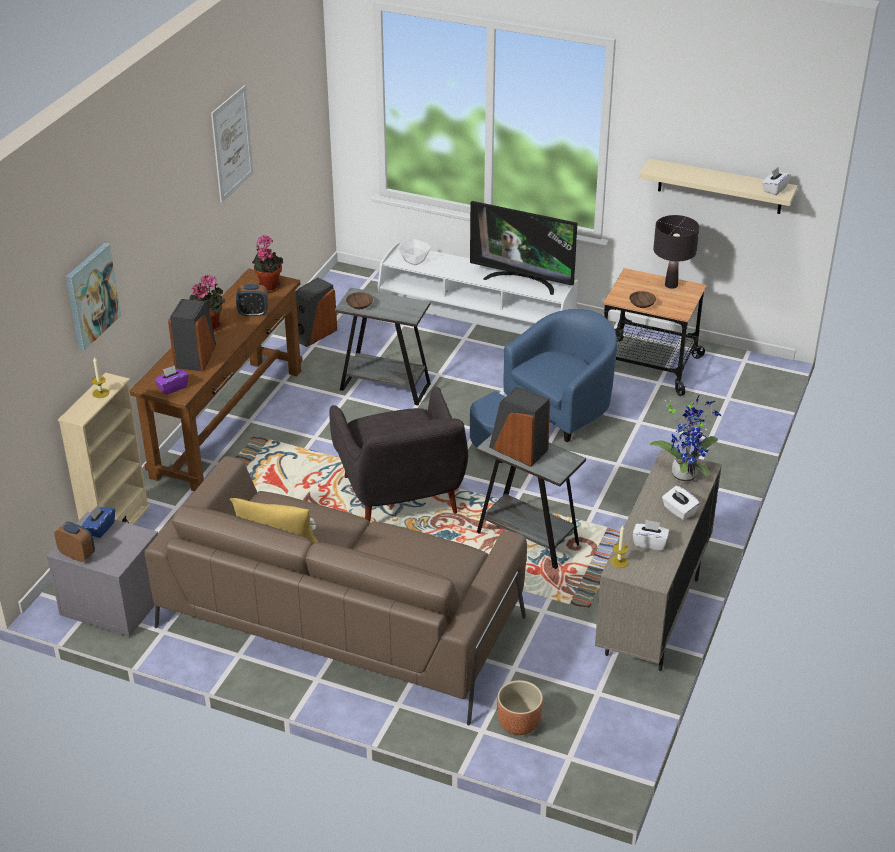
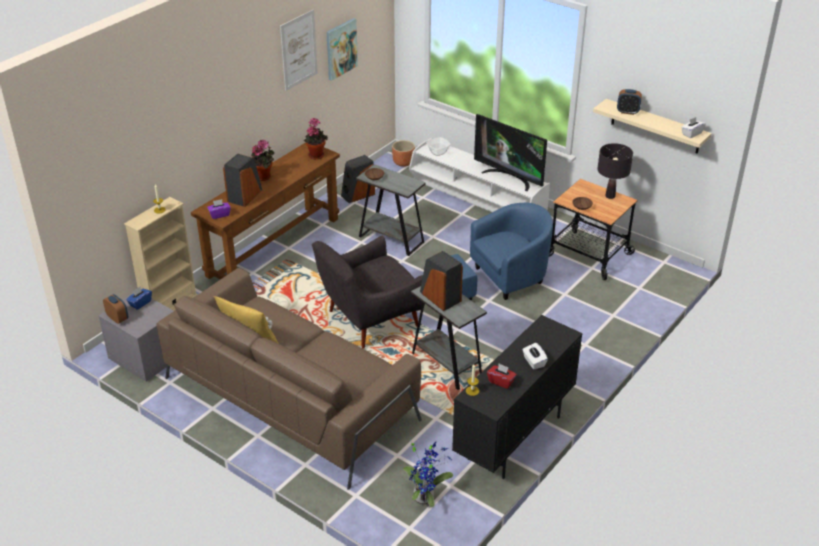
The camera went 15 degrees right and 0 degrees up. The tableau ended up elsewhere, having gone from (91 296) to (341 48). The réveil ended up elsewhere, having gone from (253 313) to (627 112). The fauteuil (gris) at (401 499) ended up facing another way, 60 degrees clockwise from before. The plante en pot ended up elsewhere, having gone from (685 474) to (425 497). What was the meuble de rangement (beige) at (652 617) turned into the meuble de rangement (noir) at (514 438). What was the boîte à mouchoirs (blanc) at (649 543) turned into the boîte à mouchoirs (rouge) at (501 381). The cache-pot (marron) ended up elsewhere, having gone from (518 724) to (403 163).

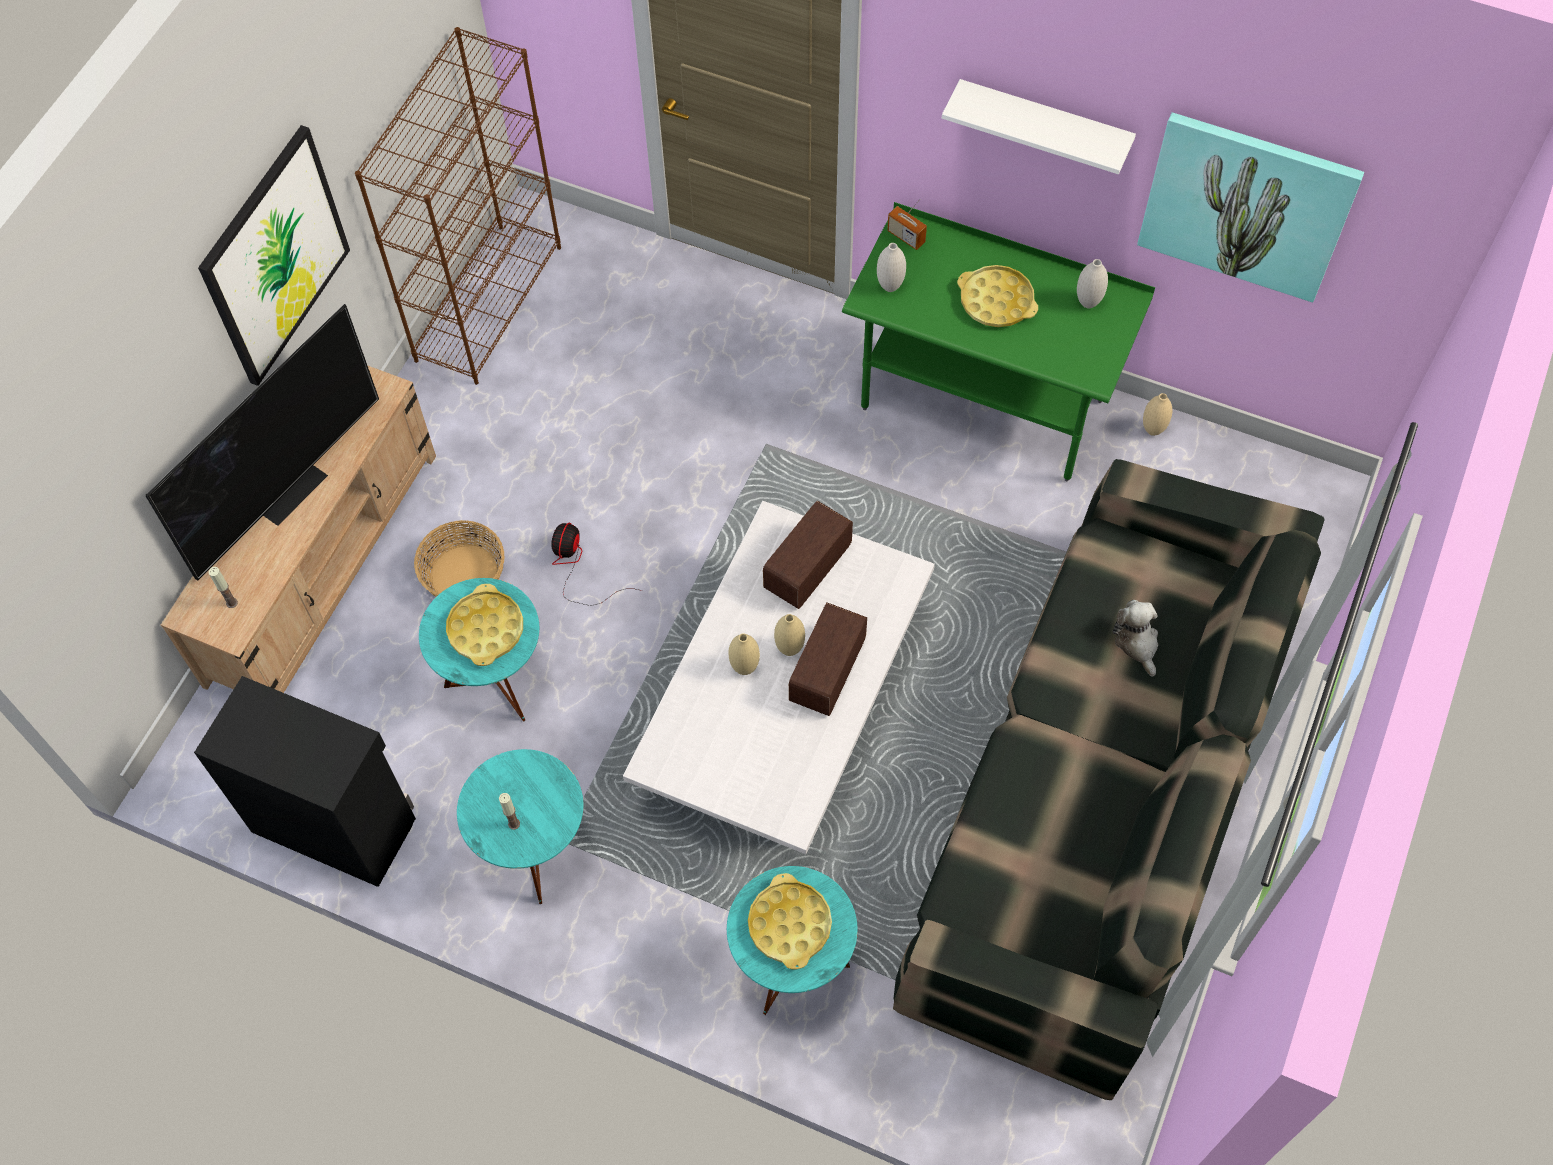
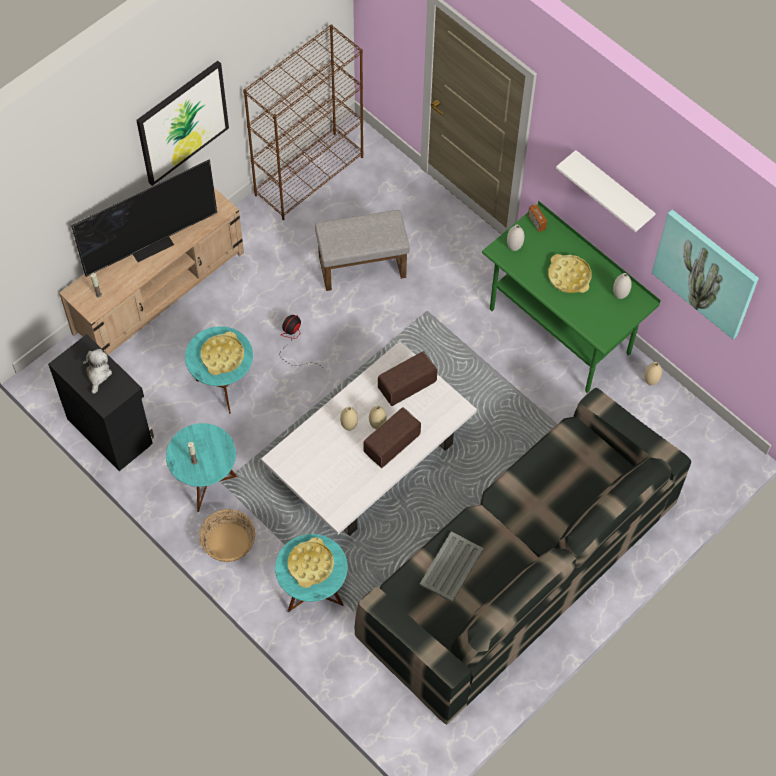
The camera went 20 degrees right and 0 degrees up. The panier ended up elsewhere, having gone from (464 574) to (228 542). The peluche ended up elsewhere, having gone from (1137 642) to (98 374). The second view gained the pouf (gris) at (363 266). The second view gained the plateau (gris) at (451 567).

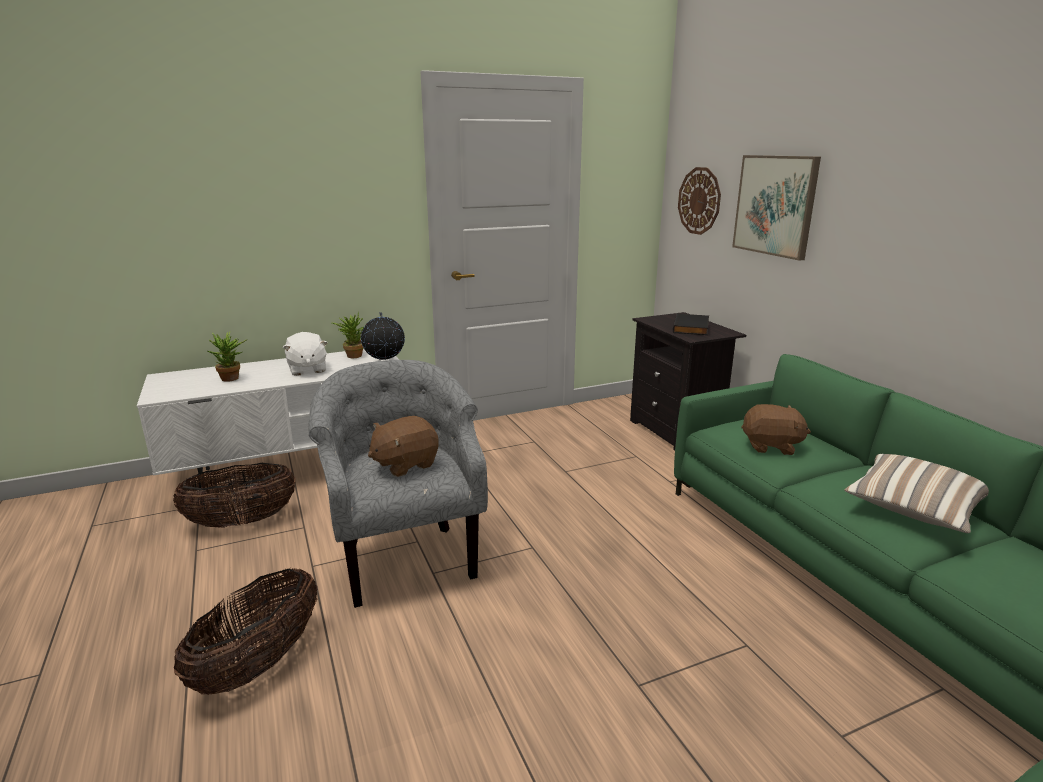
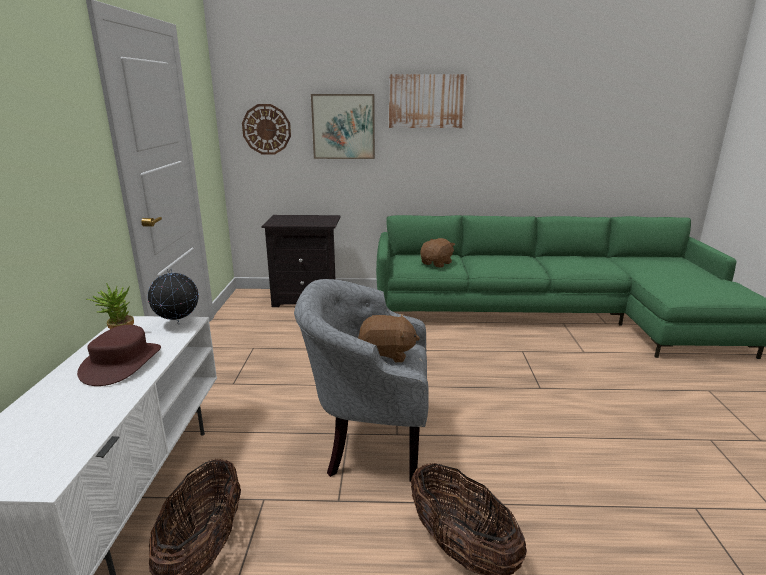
The camera went 65 degrees left and 0 degrees up. The second view lost the livre (noir) at (692 328). The second view lost the plante en pot at (232 379). Where the peluche (blanc) stood at (307 369), the chapeau (marron) came to stand at (121 363). The peluche (marron) at (405 464) ended up facing another way, 75 degrees counterclockwise from before. The second view lost the coussin at (913 510). The second view gained the tableau at (426 101).

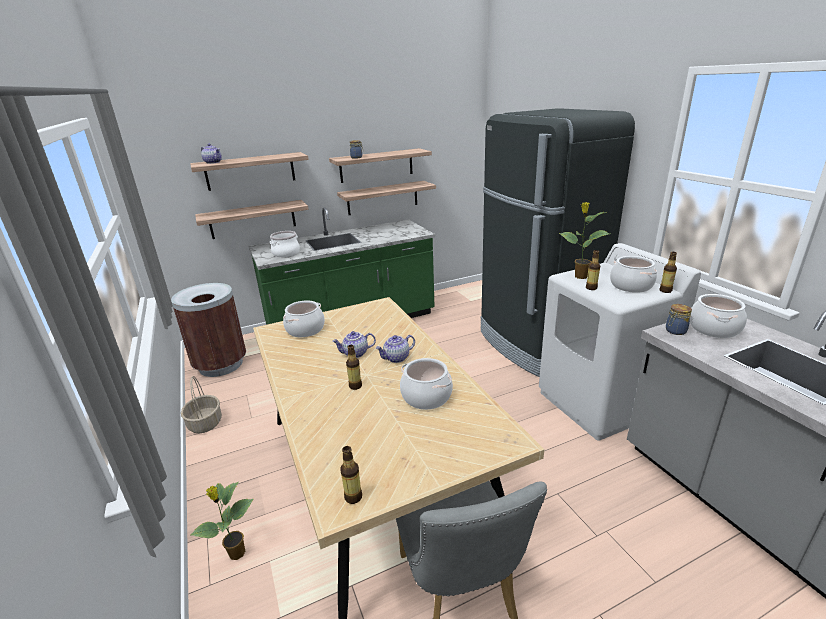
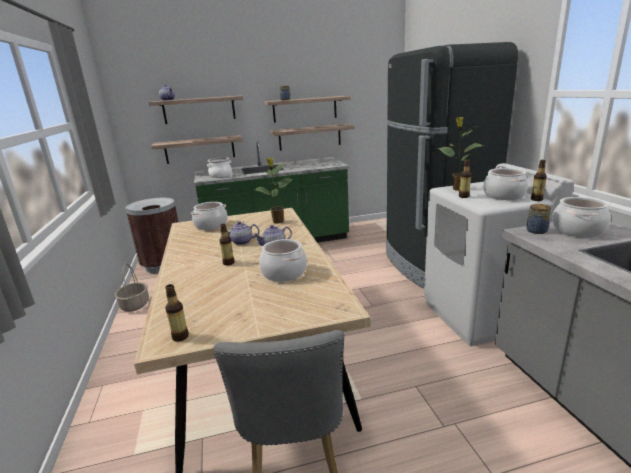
The camera went 10 degrees right and 5 degrees down. The plante en pot ended up elsewhere, having gone from (236 554) to (277 222).

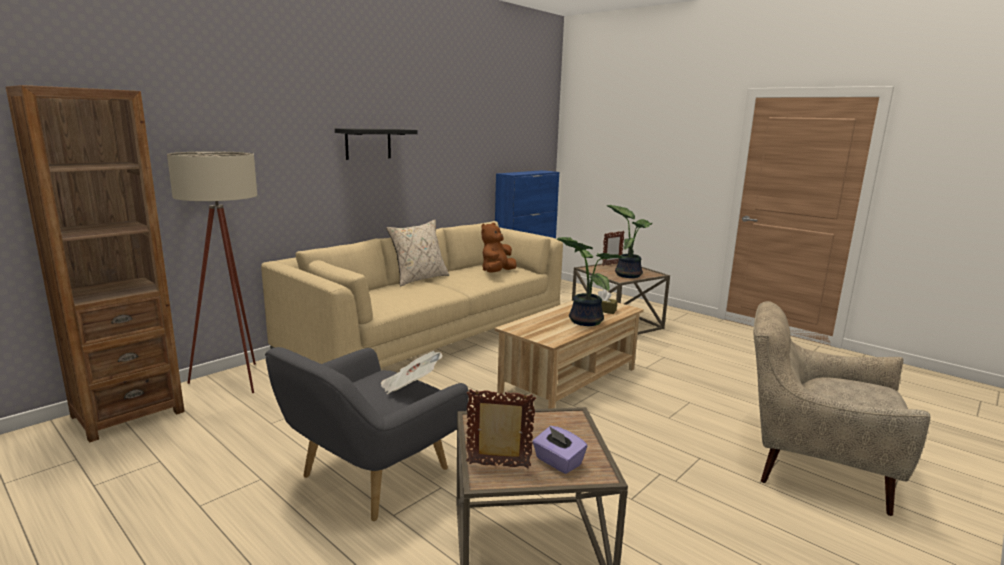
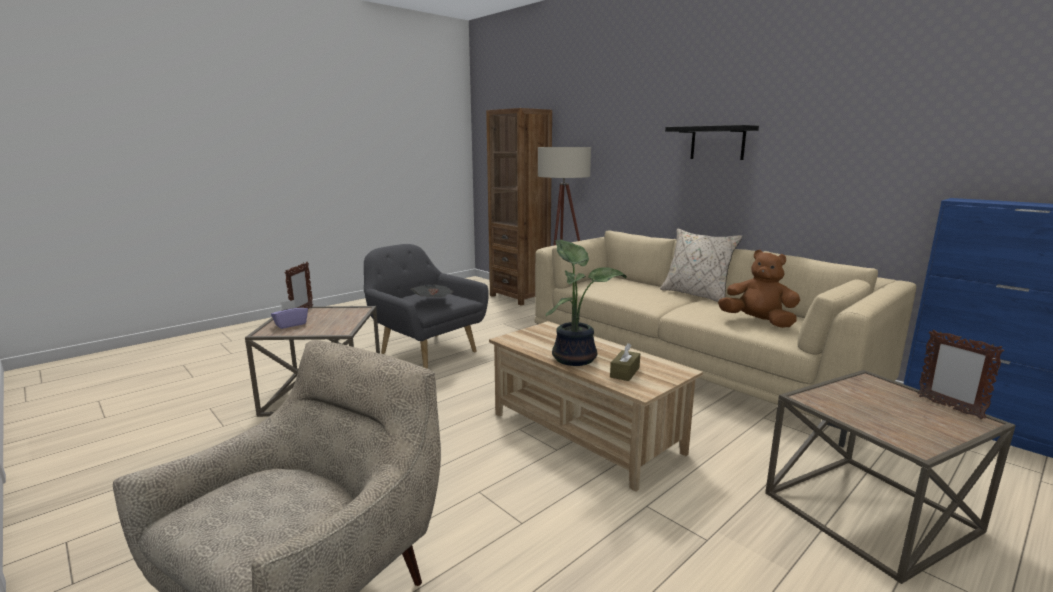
The camera went 95 degrees right and 0 degrees up. The second view lost the plante en pot at (627 274).

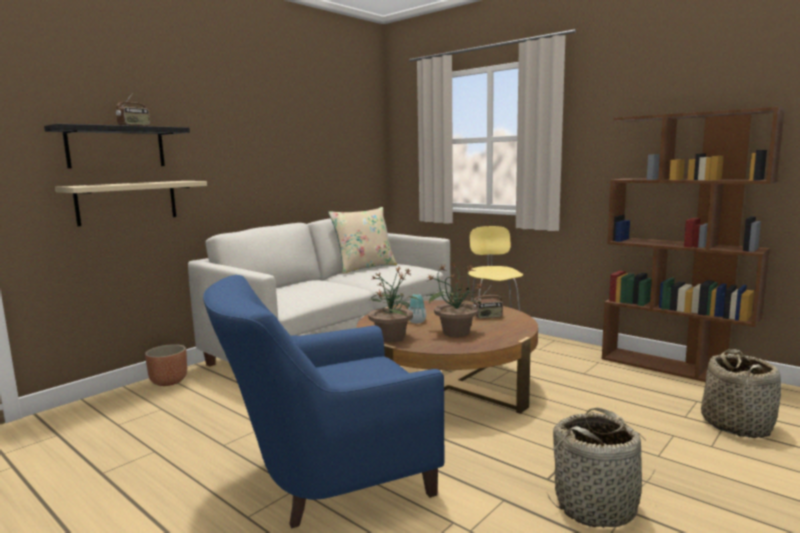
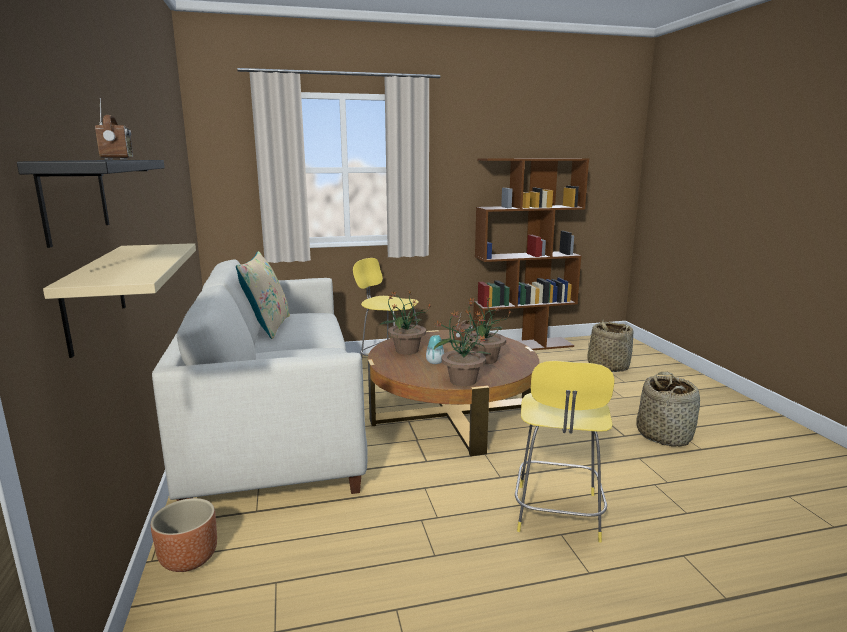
The camera went 55 degrees left and 5 degrees up. Where the fauteuil (bleu) stood at (327 479), the tabouret (jaune) came to stand at (557 515). The second view gained the plante en pot at (406 350).

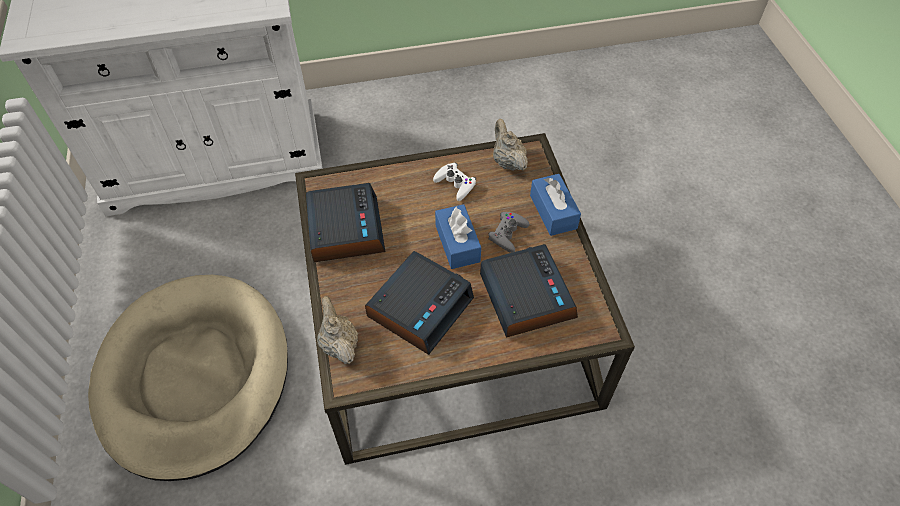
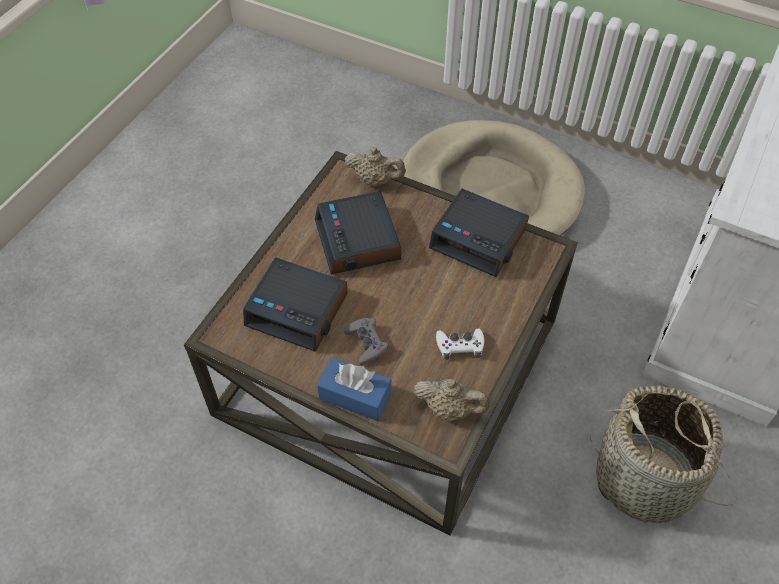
The camera went 130 degrees right and 0 degrees up. The second view lost the boîte à mouchoirs (bleu) at (457 243). The second view gained the panier at (645 479).

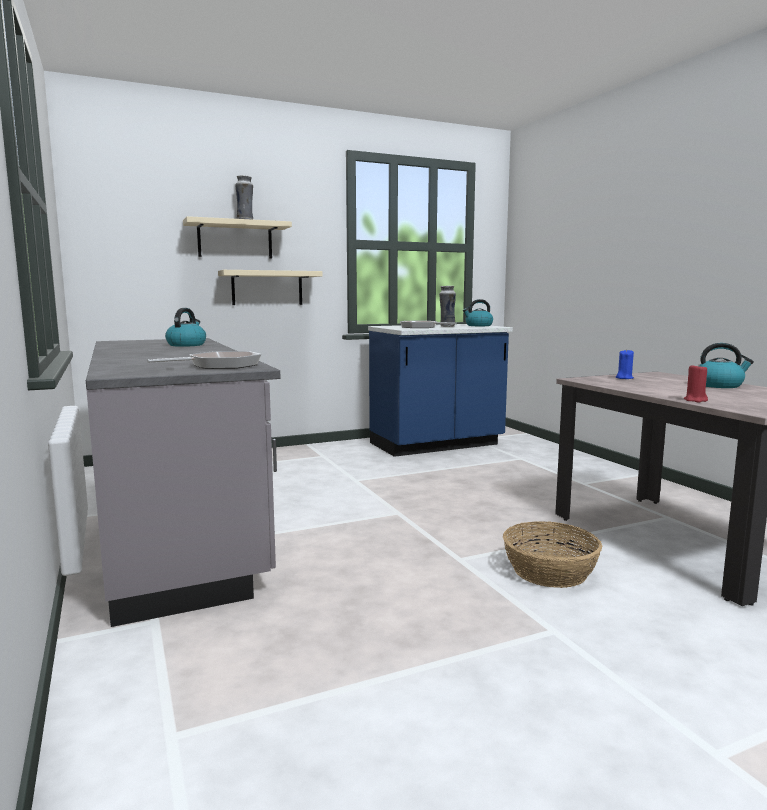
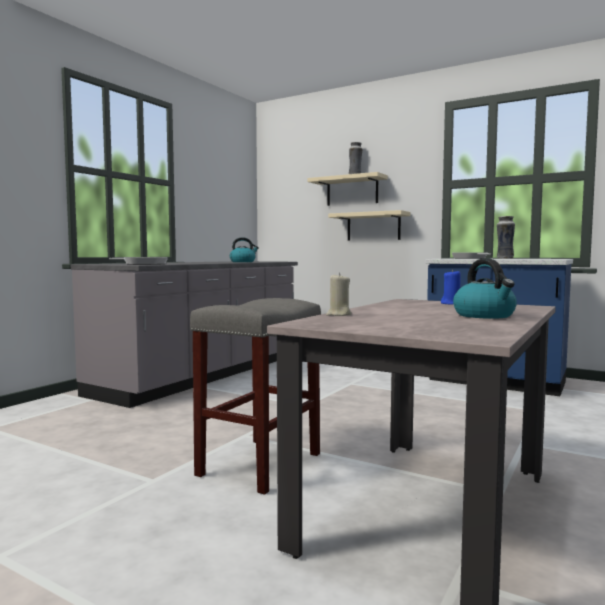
The camera went 55 degrees right and 5 degrees down. The second view lost the bouilloire at (478 325). What was the bougie (rouge) at (695 400) turned into the bougie (beige) at (338 315). Where the panier stood at (549 571), the tabouret (gris) came to stand at (260 463).

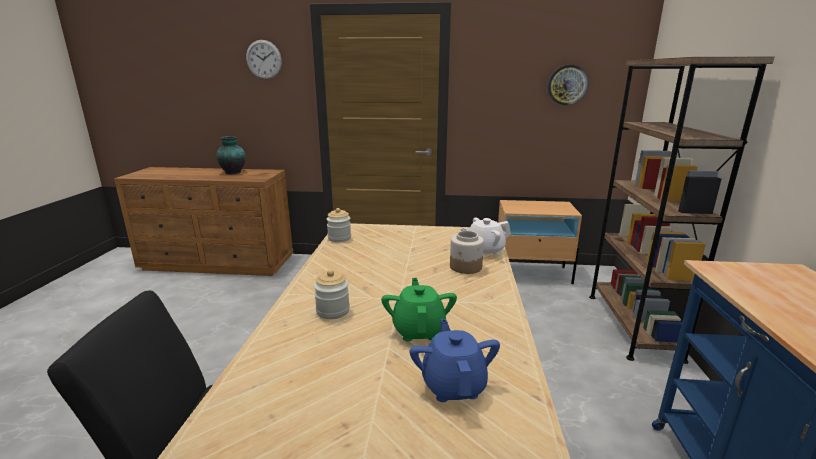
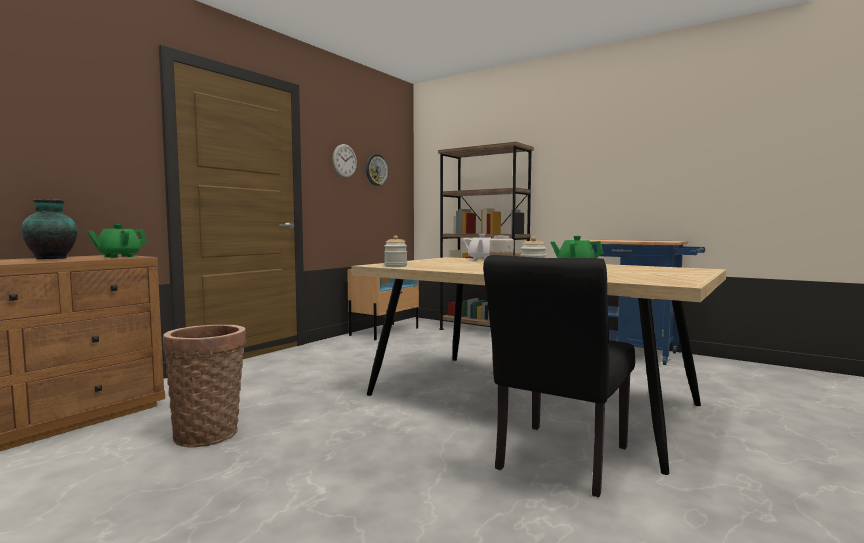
The camera went 60 degrees left and 15 degrees down. The horloge murale ended up elsewhere, having gone from (263 59) to (344 161). The second view lost the théière (bleu) at (453 385). The second view gained the théière (vert) at (119 256). The second view gained the panier at (209 432).

